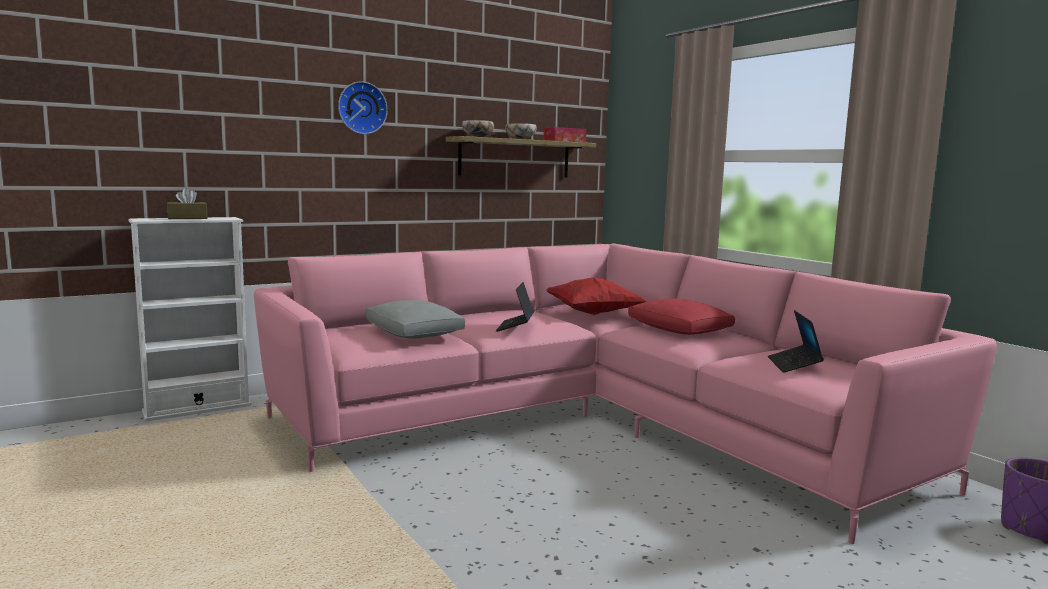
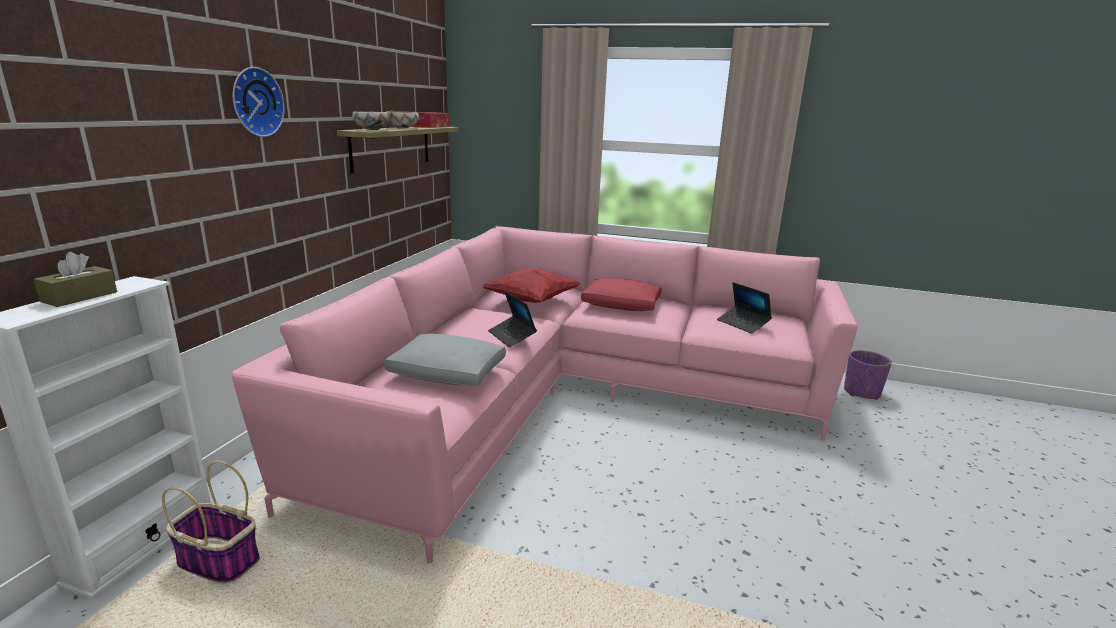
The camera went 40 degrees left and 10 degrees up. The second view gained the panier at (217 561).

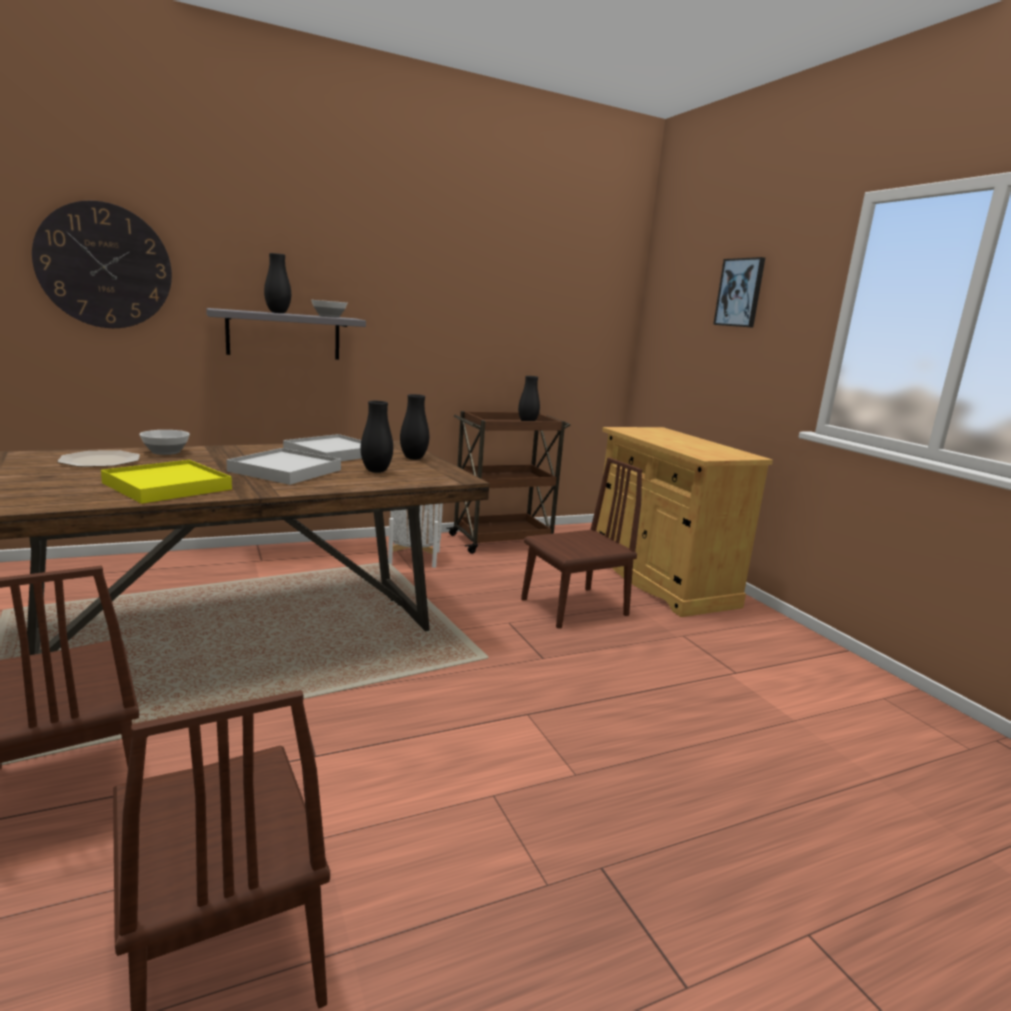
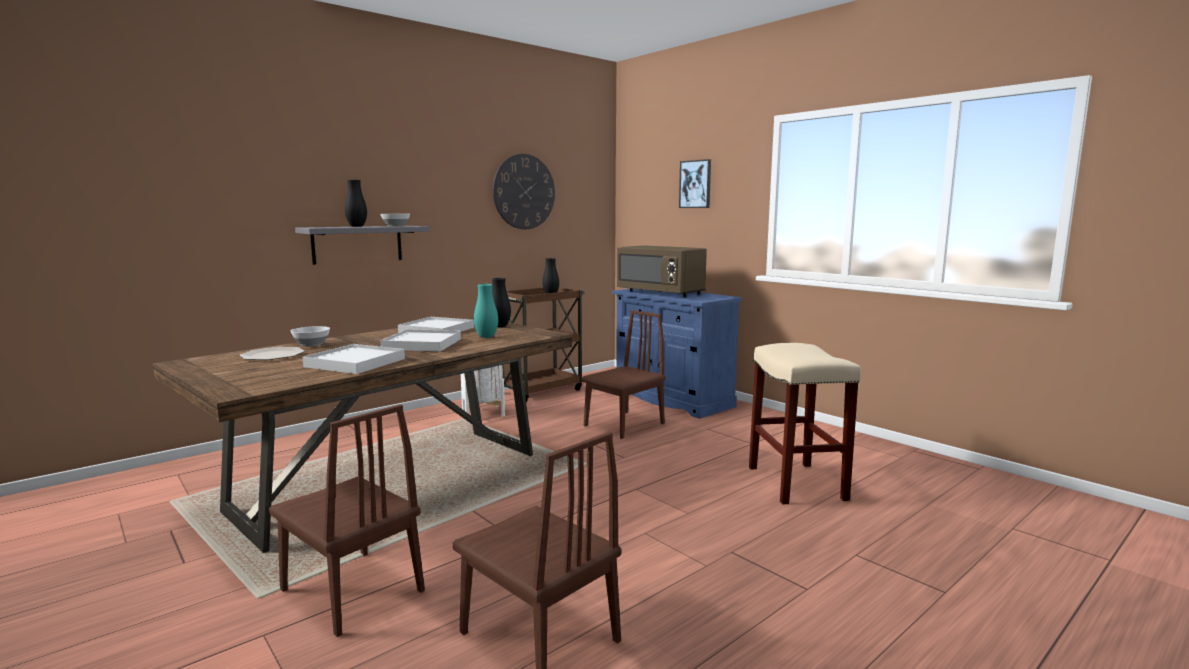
The camera went 15 degrees left and 5 degrees down. The horloge murale ended up elsewhere, having gone from (104 266) to (524 192). What was the vase (noir) at (376 471) turned into the vase (turquoise) at (486 337). What was the meuble de rangement (beige) at (660 580) turned into the meuble de rangement (bleu) at (672 399). What was the plateau (jaune) at (167 486) turned into the plateau (blanc) at (355 363). The second view gained the micro-ondes (marron) at (661 292). The second view gained the tabouret (beige) at (797 483).

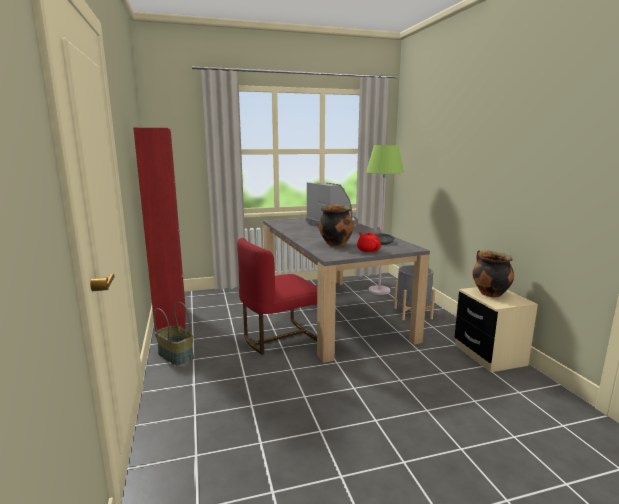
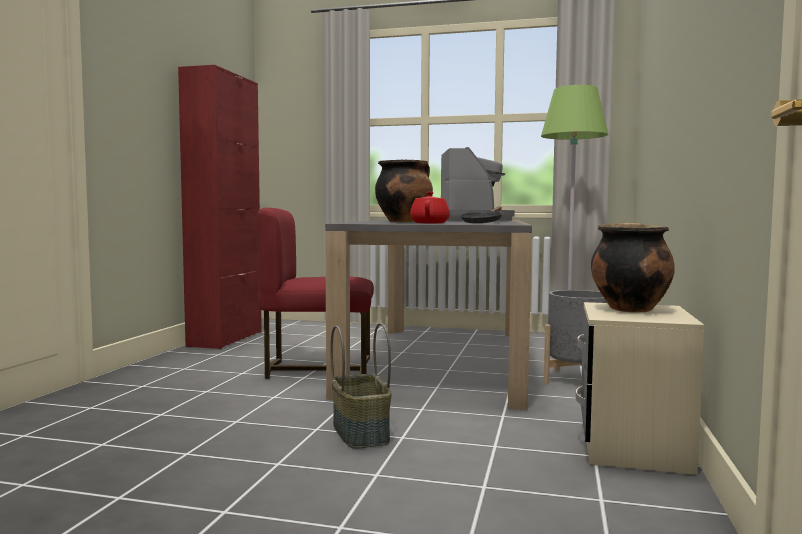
The camera went 30 degrees right and 10 degrees down. The panier ended up elsewhere, having gone from (176 355) to (362 433).

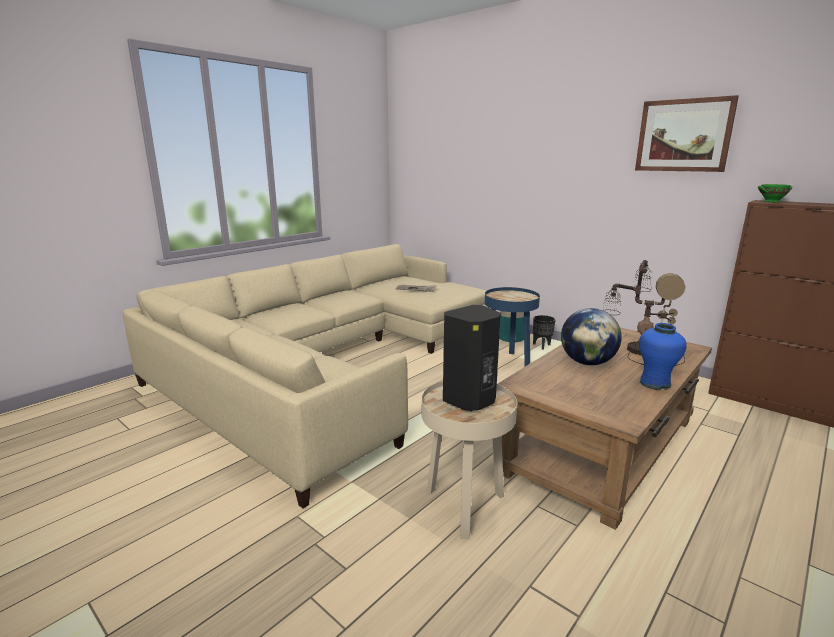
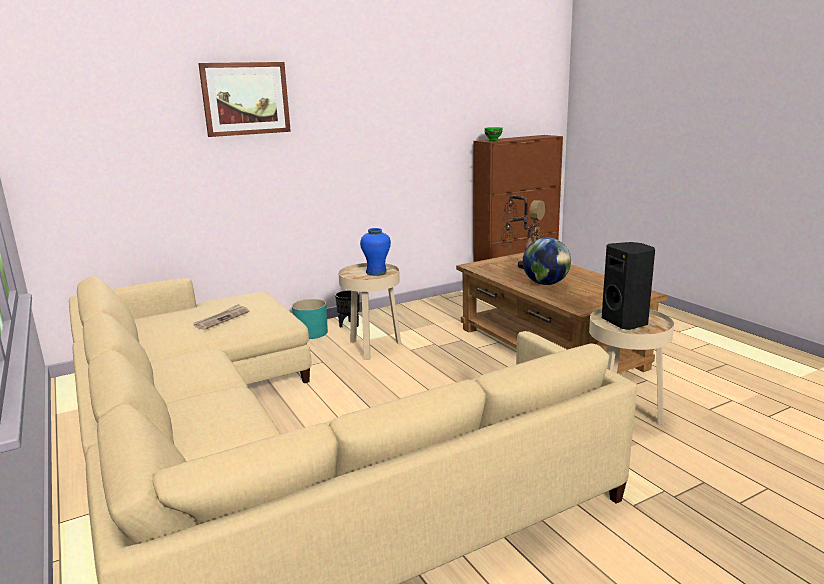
The camera went 70 degrees left and 0 degrees up. The tableau ended up elsewhere, having gone from (683 135) to (245 98). What was the table d'appoint (bleu) at (507 362) turned into the table d'appoint (beige) at (372 347). The vase (bleu) ended up elsewhere, having gone from (655 383) to (376 272).

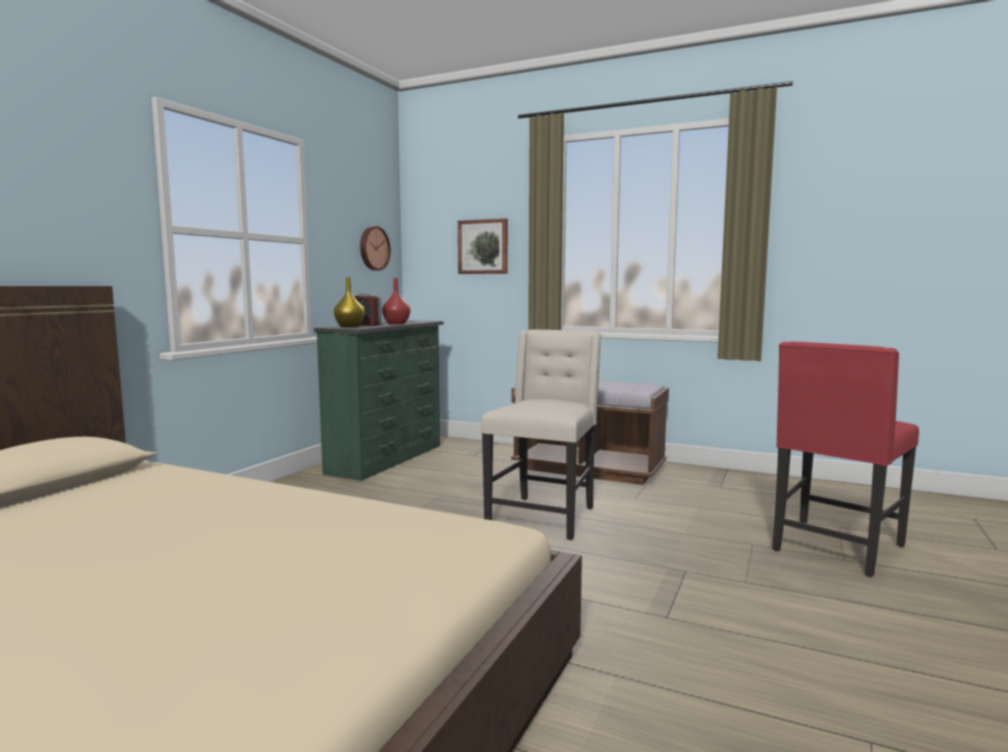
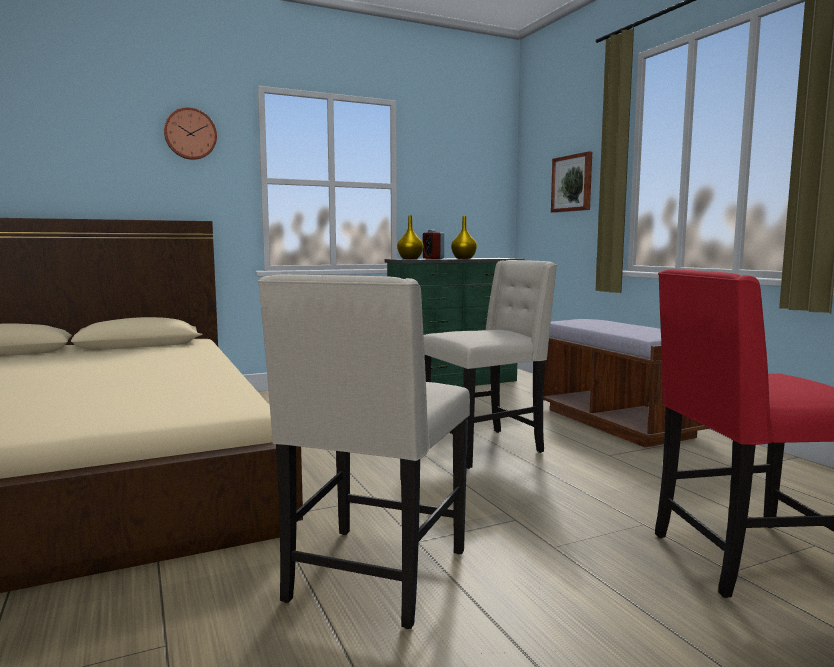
The camera went 40 degrees right and 0 degrees up. The horloge murale ended up elsewhere, having gone from (373 248) to (190 134). What was the vase (rouge) at (396 323) turned into the vase (jaune) at (463 258). The second view gained the chaise (beige) at (374 577).

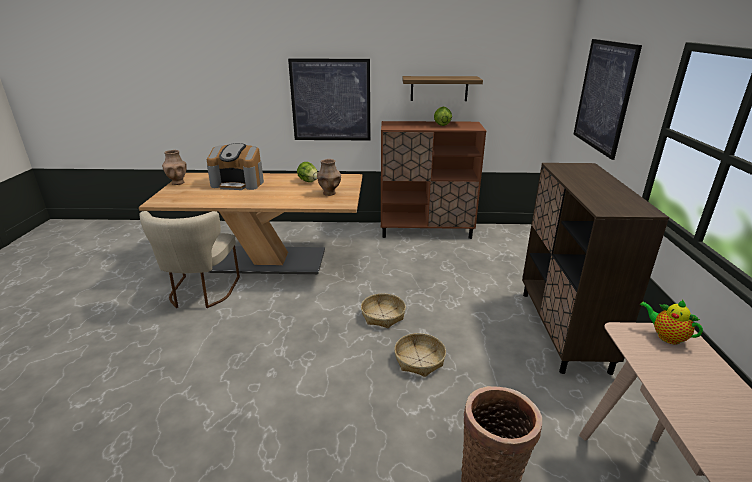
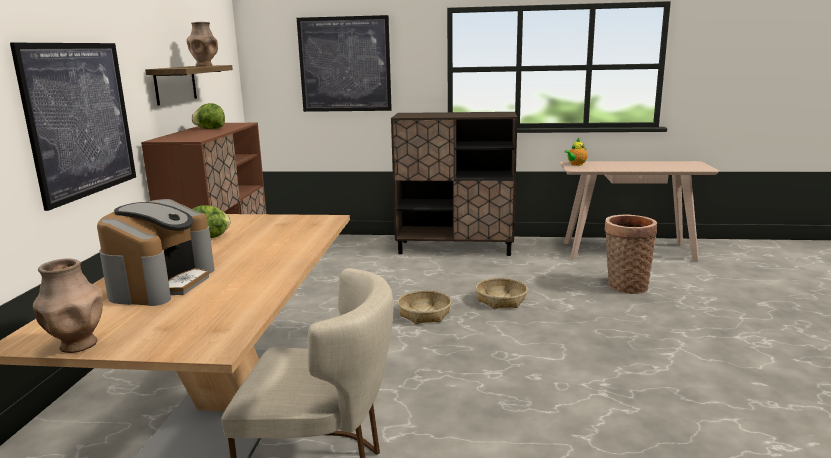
The camera went 85 degrees left and 10 degrees down. The vase (marron) ended up elsewhere, having gone from (329 193) to (204 66).

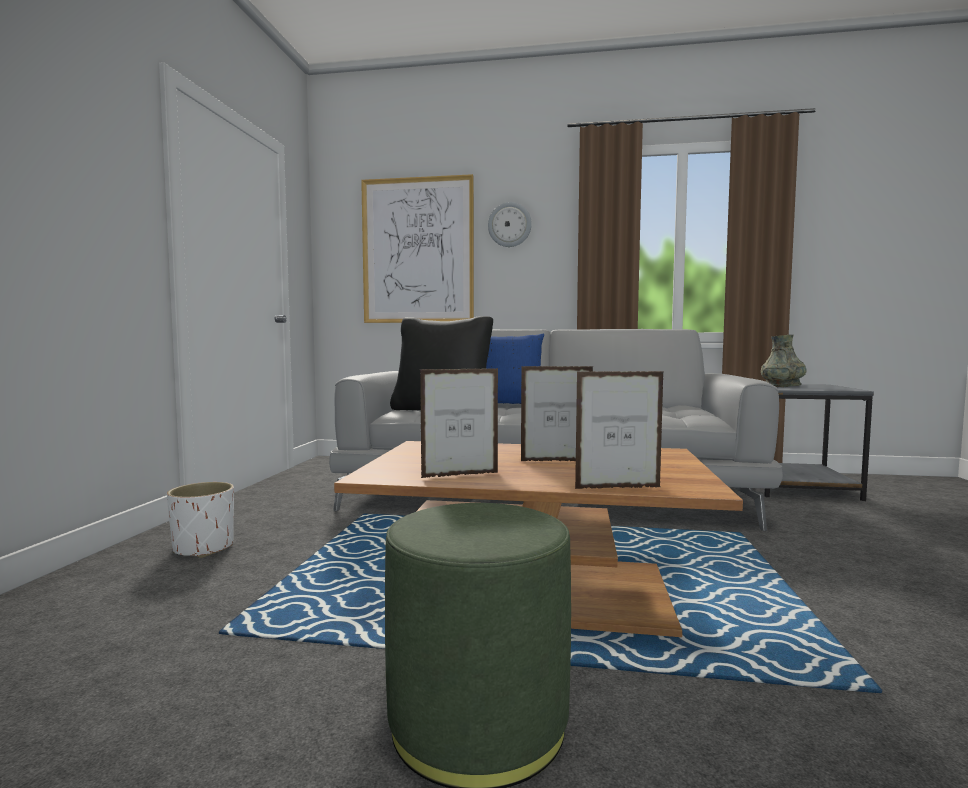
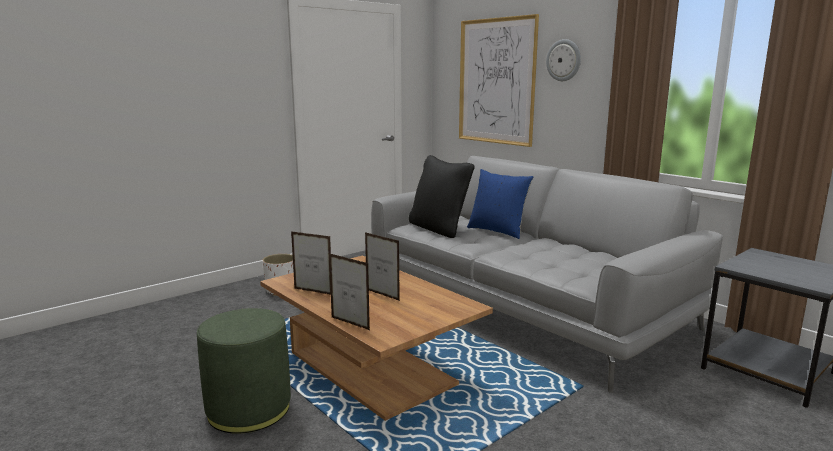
The camera went 40 degrees right and 10 degrees up. The second view lost the vase (gris) at (782 386).

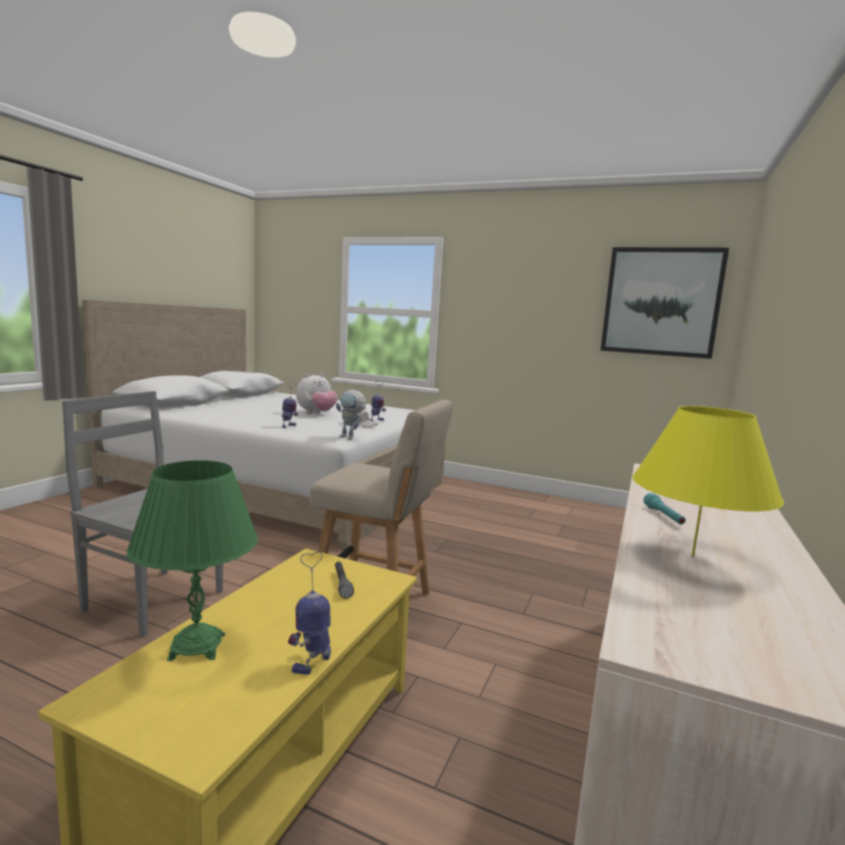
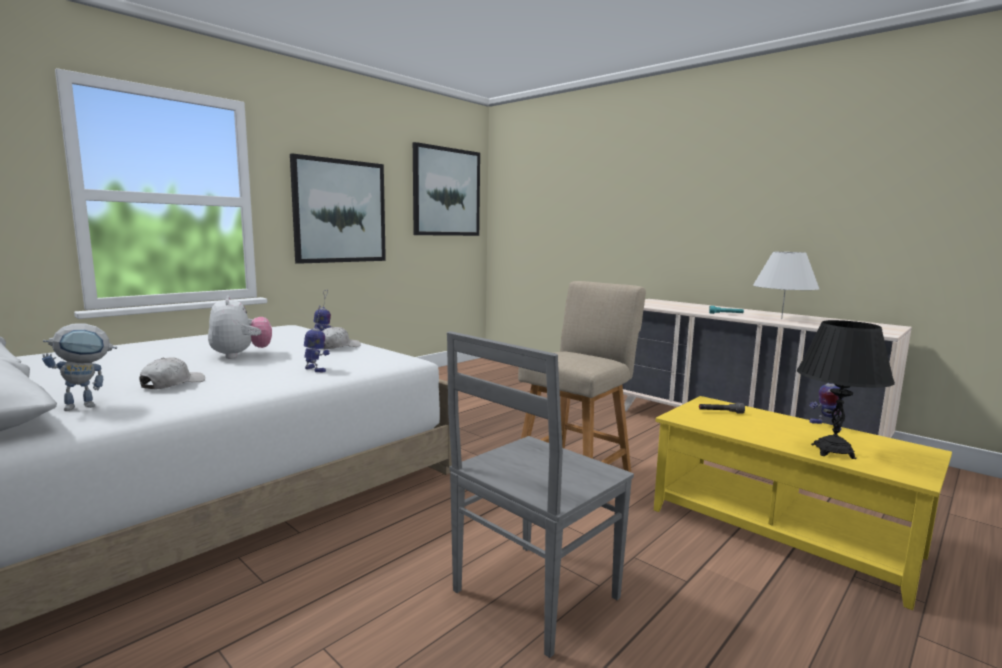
The camera went 70 degrees left and 0 degrees up. The robot jouet ended up elsewhere, having gone from (351 437) to (88 405). What was the lampe de table (jaune) at (692 556) turned into the lampe de table (blanc) at (781 319). What was the lampe de table (vert) at (197 647) turned into the lampe de table (noir) at (833 451). The second view gained the tableau at (340 211). The second view gained the casquette (blanc) at (172 384).

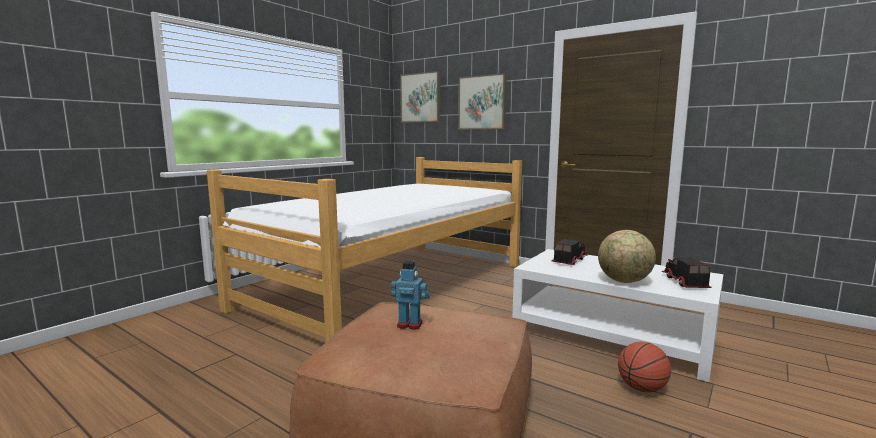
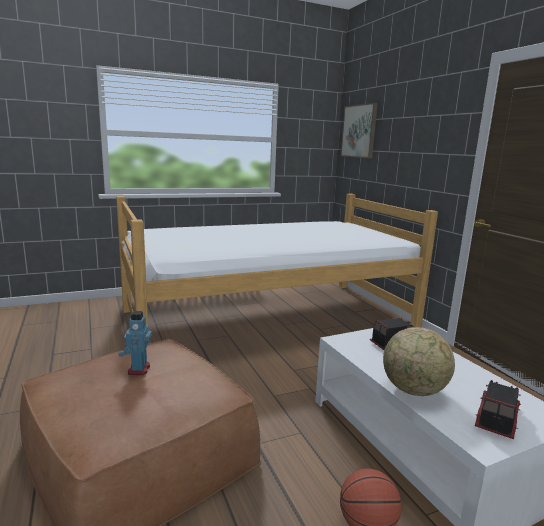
The camera went 30 degrees right and 5 degrees up. The second view lost the tableau at (482 102). The robot jouet at (410 324) ended up facing another way, 135 degrees counterclockwise from before.

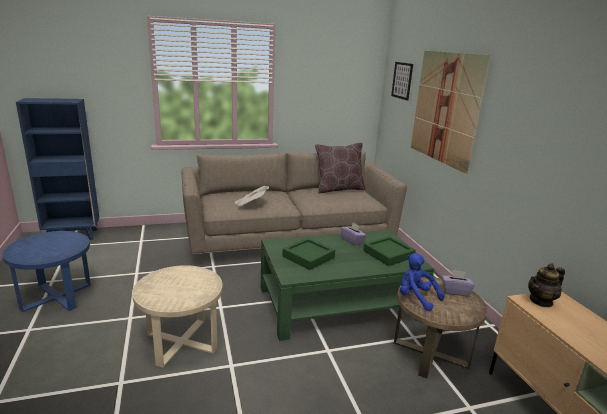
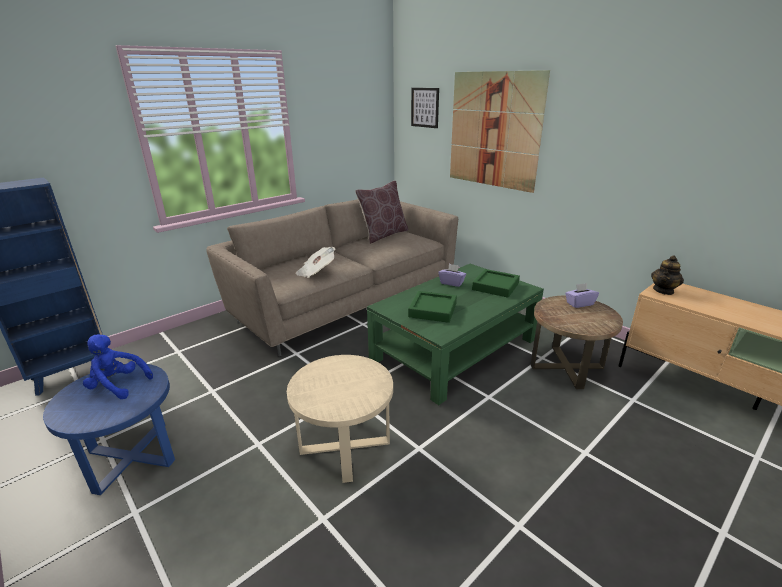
The camera went 25 degrees left and 5 degrees up. The peluche (bleu) ended up elsewhere, having gone from (416 298) to (118 385).

